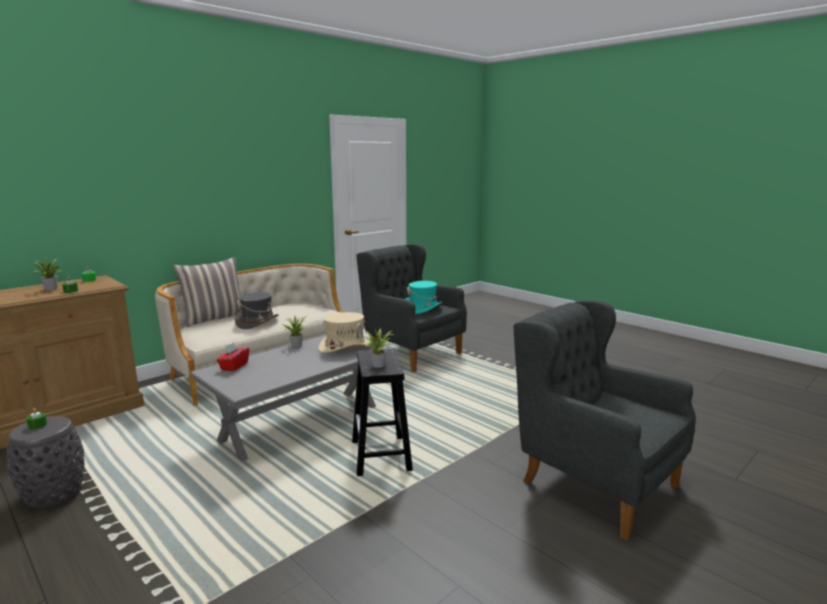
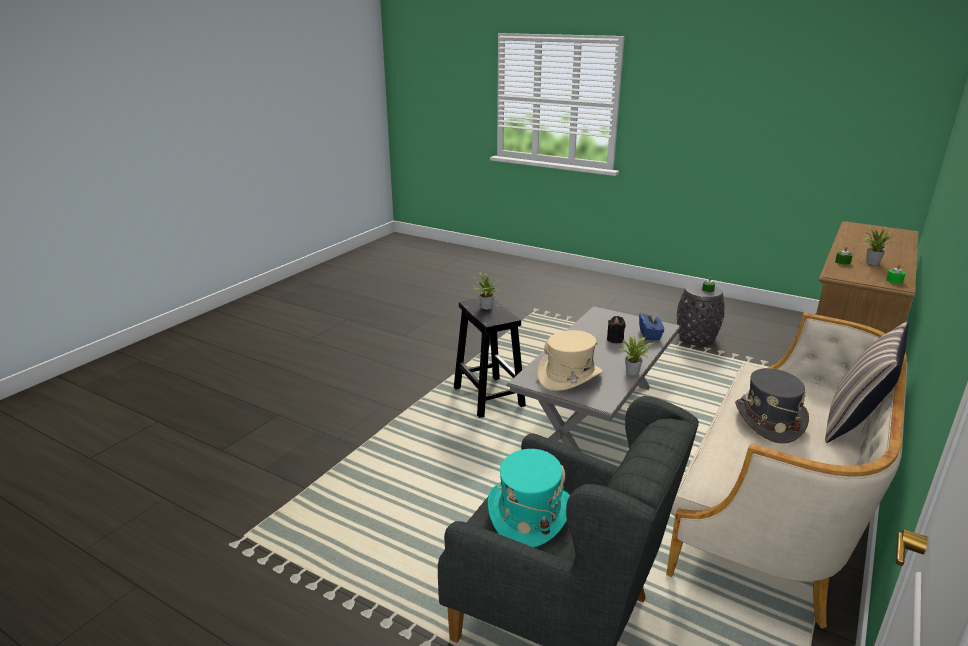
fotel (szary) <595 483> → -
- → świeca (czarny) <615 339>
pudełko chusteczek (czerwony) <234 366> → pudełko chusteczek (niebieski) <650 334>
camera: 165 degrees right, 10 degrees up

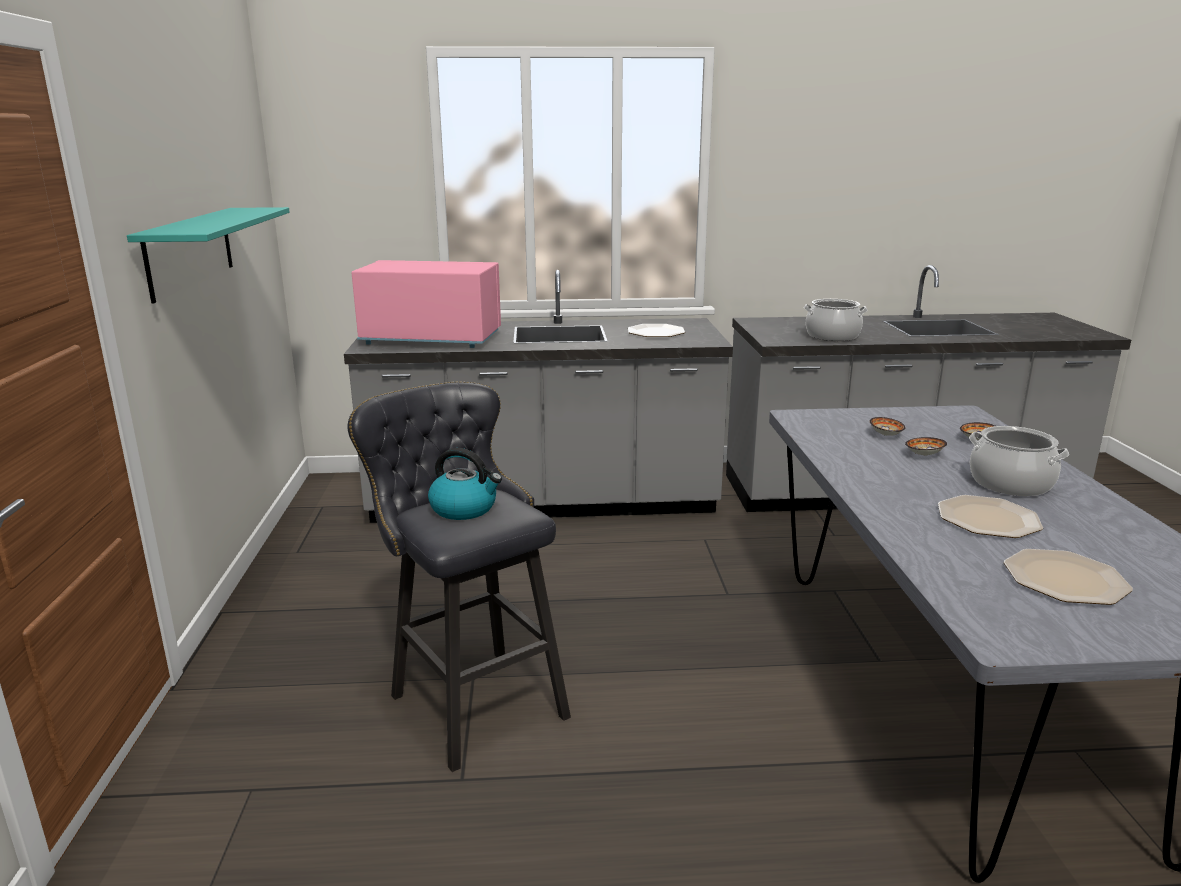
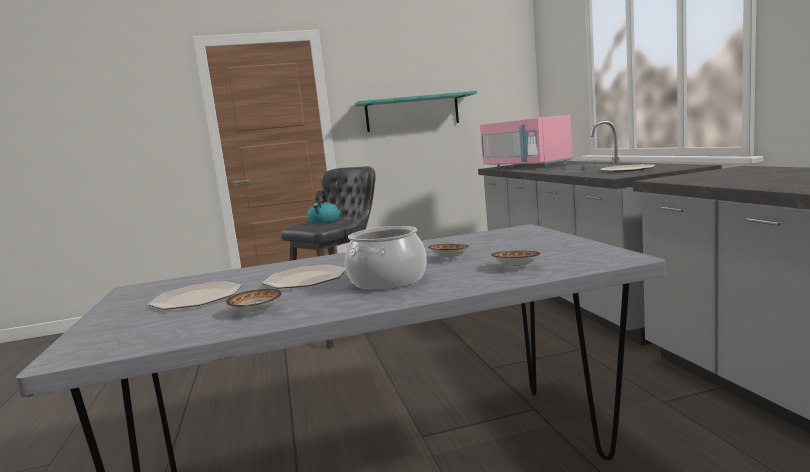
garnek <832 336> → -
miska <886 435> → miska <256 311>, moved
mikrofalówka (różowy) <431 339> → mikrofalówka (różowy) <526 166>, 150 degrees clockwise
camera: 80 degrees right, 10 degrees down

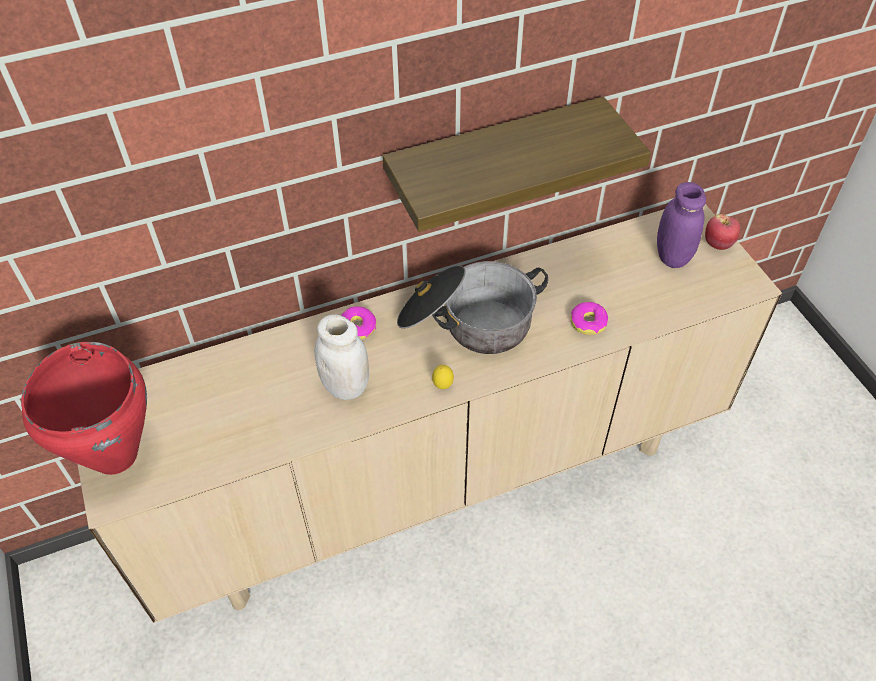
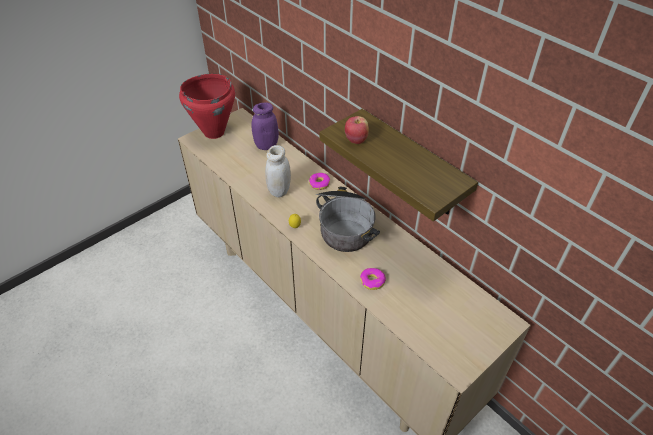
słoik (fioletowy) <672 256> → słoik (fioletowy) <266 145>, moved
jabłko <718 244> → jabłko <356 140>, moved
camera: 70 degrees right, 5 degrees down

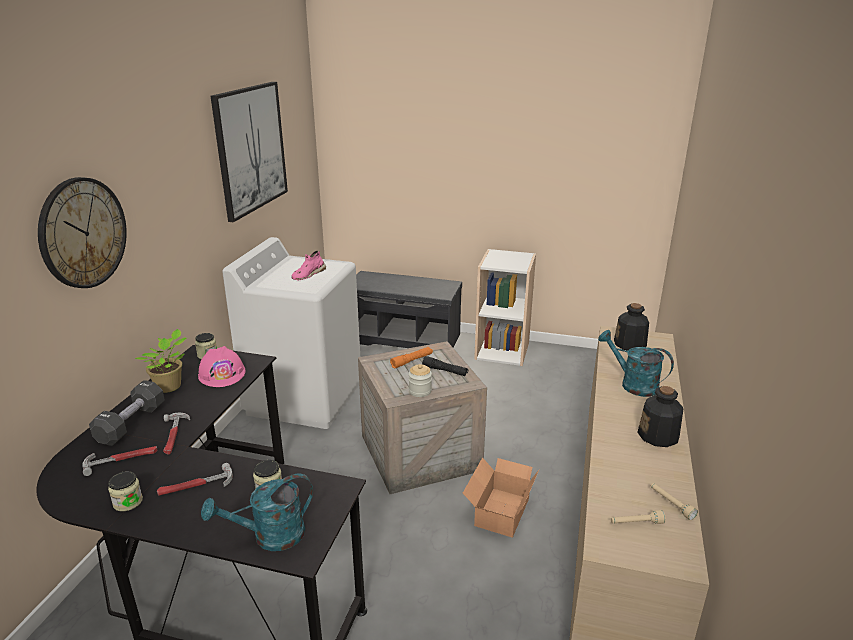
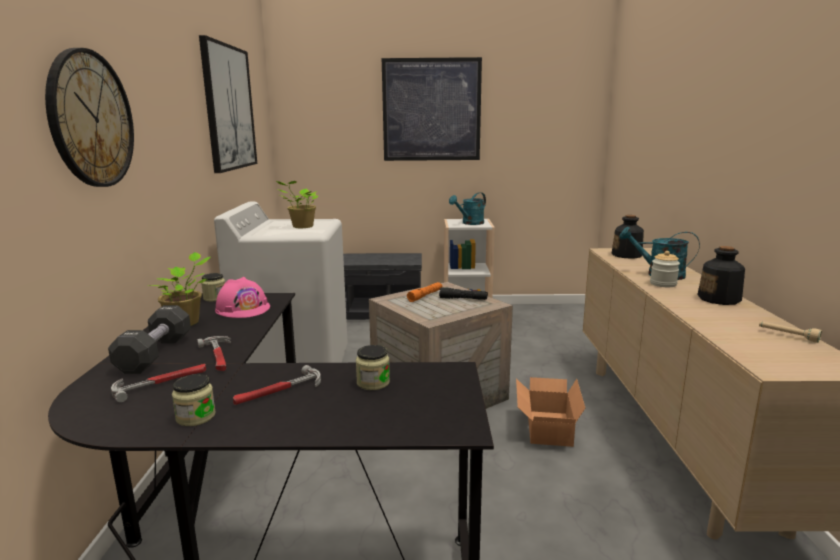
latarka (beżowy) <636 523> → -
- → obraz <431 110>
konewka (turkusowy) <270 537> → konewka (turkusowy) <470 223>, moved
słoik <420 391> → słoik <663 284>, moved
but (różowy) <308 275> → roślina doniczkowa <301 227>
camera: 15 degrees left, 10 degrees down

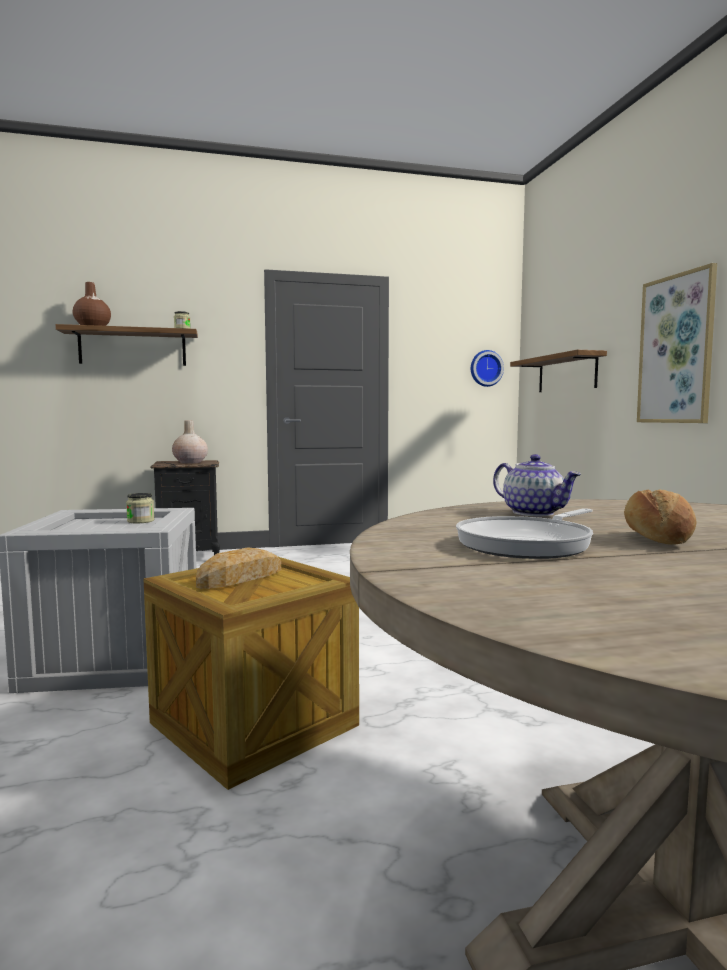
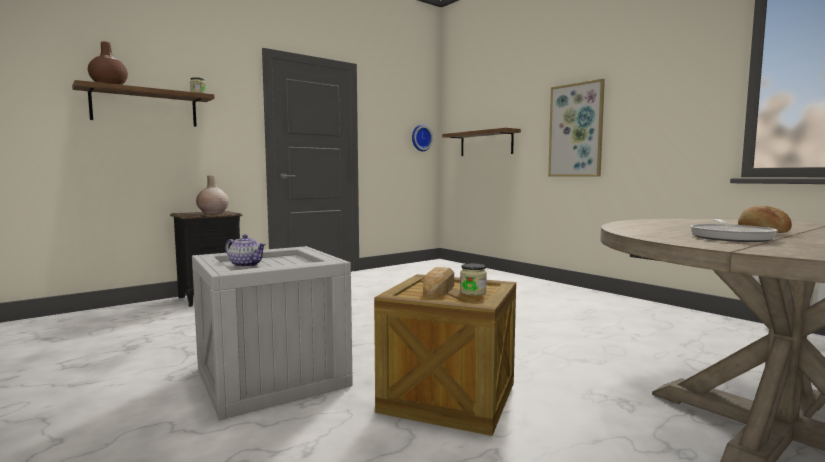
słoik <140 521> → słoik <473 292>, moved
imbryk <534 513> → imbryk <246 265>, moved
camera: 25 degrees left, 0 degrees up

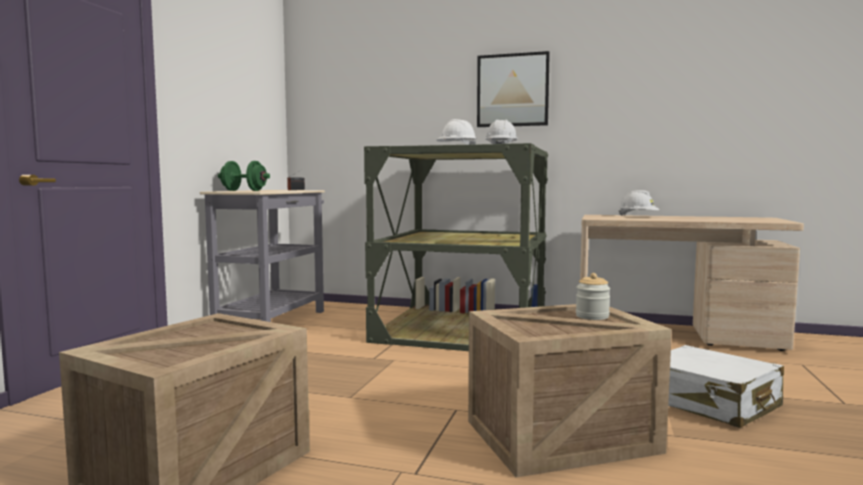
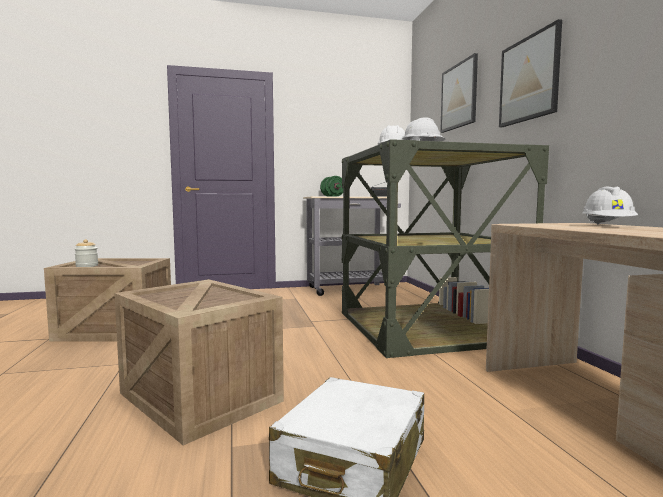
- → obraz <459 96>
słoik <592 316> → słoik <87 266>, moved
camera: 60 degrees right, 0 degrees up

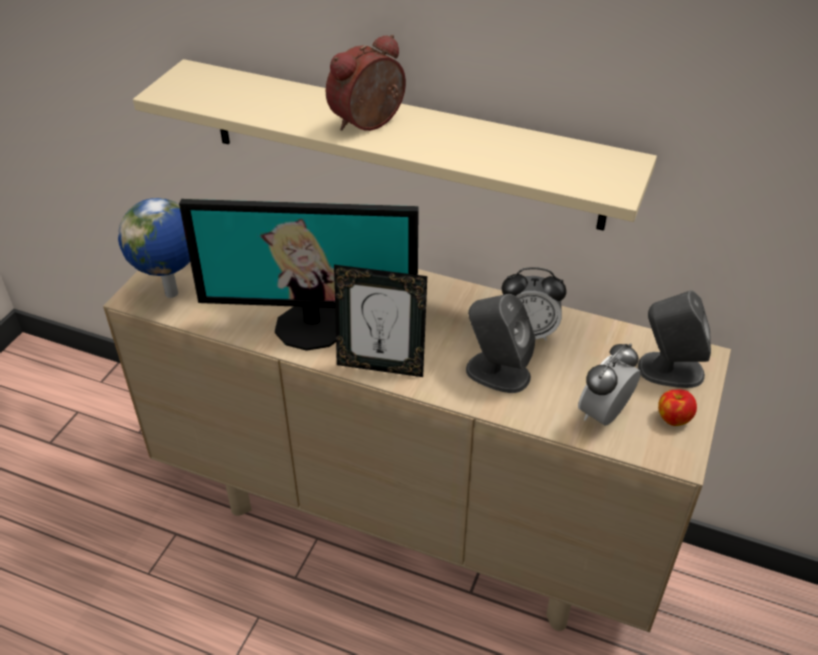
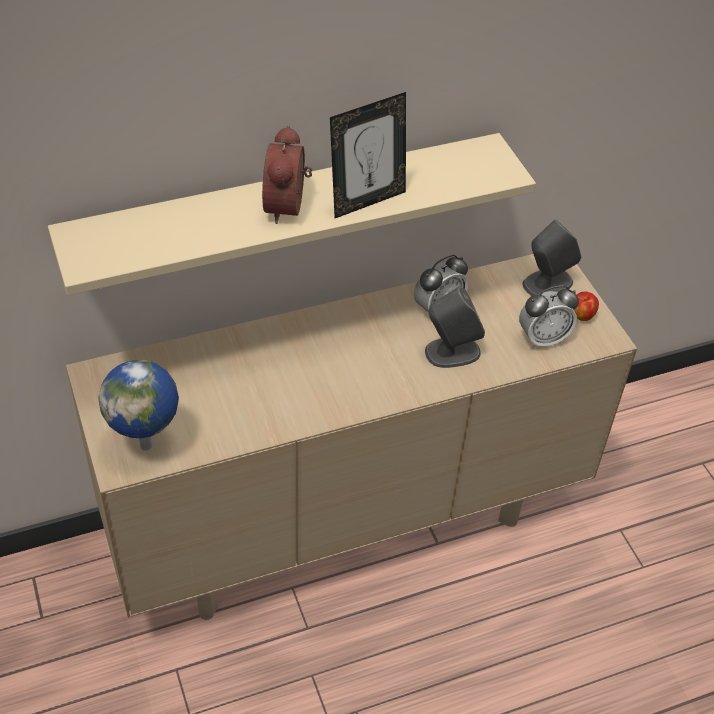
monitor <311 326> → -
ramka na zdjęcie <381 365> → ramka na zdjęcie <367 201>, moved
budzik <604 414> → budzik <543 339>, 105 degrees counterclockwise
camera: 45 degrees left, 5 degrees up

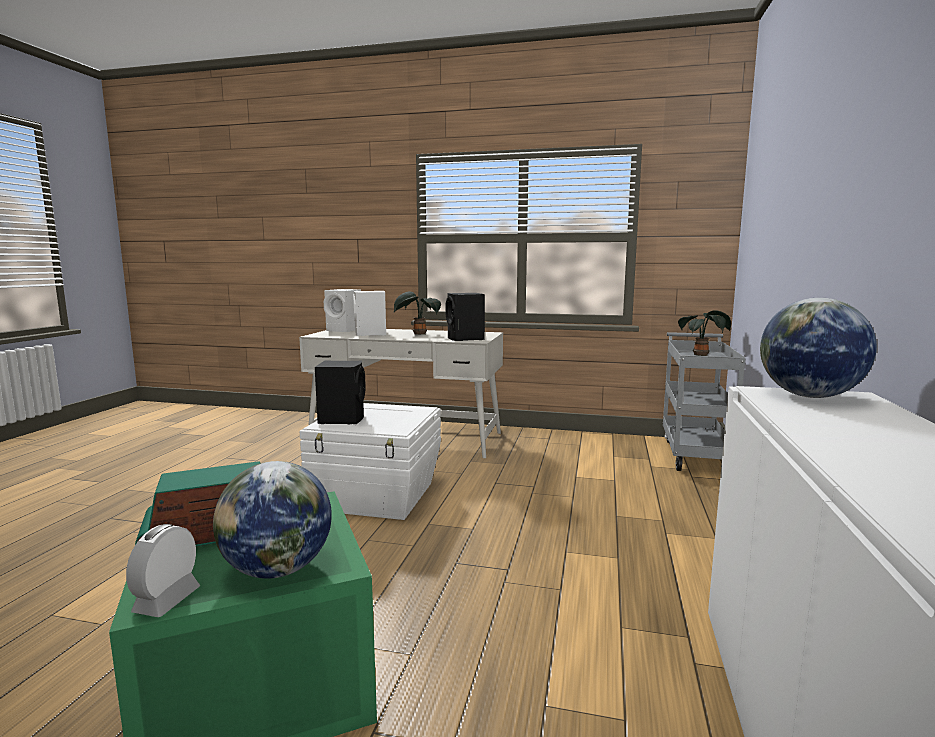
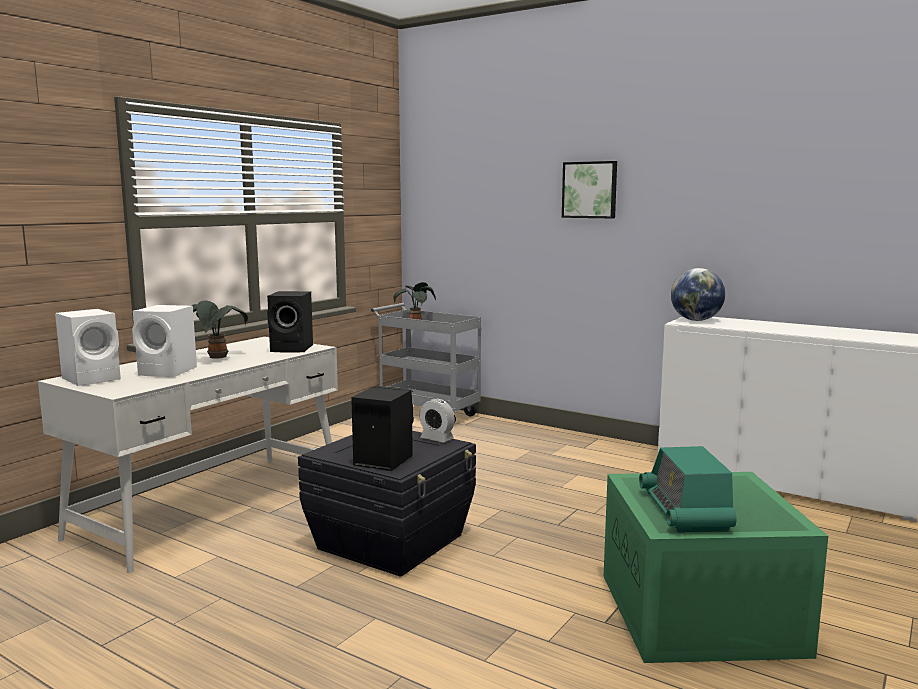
globus <277 570> → -
- → obraz <590 190>
budzik <167 600> → budzik <437 439>, moved
pojemnik do przechowywania (biały) <378 497> → pojemnik do przechowywania (czarny) <392 541>
camera: 70 degrees left, 0 degrees up

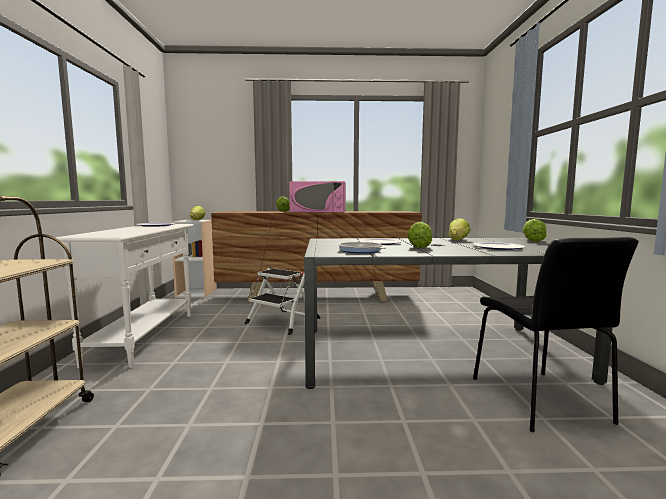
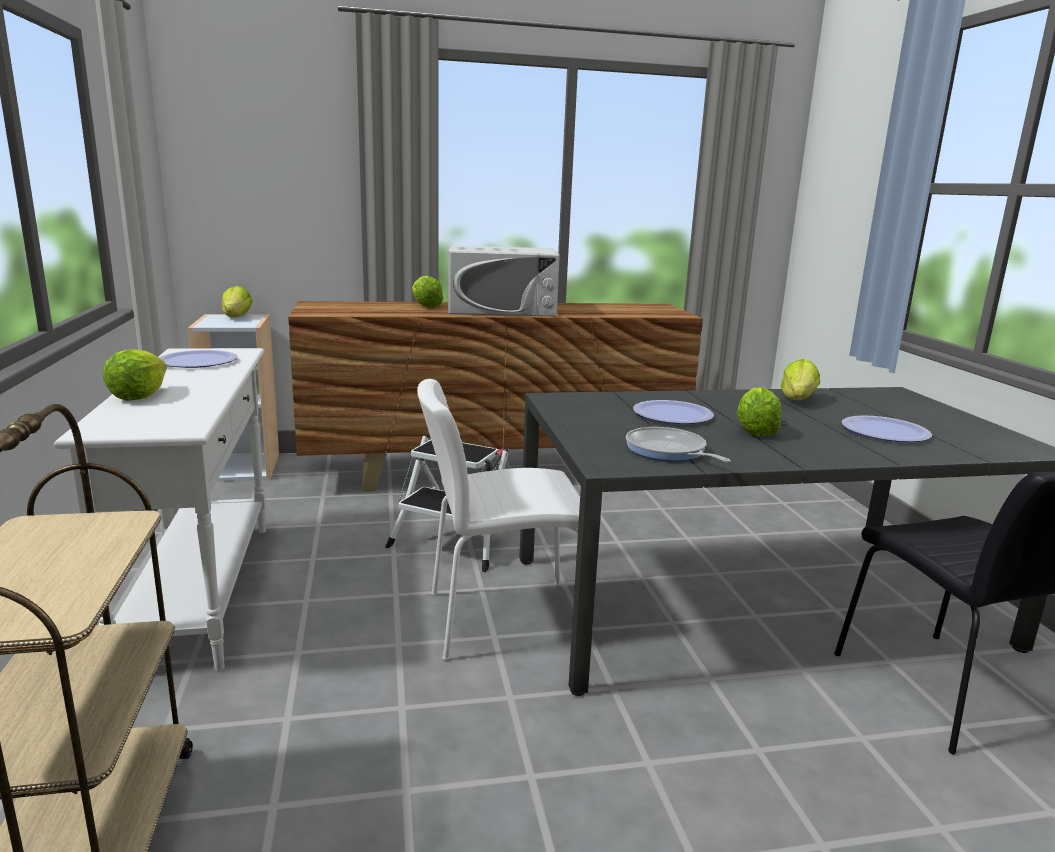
- → krzesło (biały) <499 620>
sałata <532 240> → sałata <139 396>, moved
mikrofalówka (różowy) <319 211> → mikrofalówka (biały) <501 309>
camera: 10 degrees left, 10 degrees up

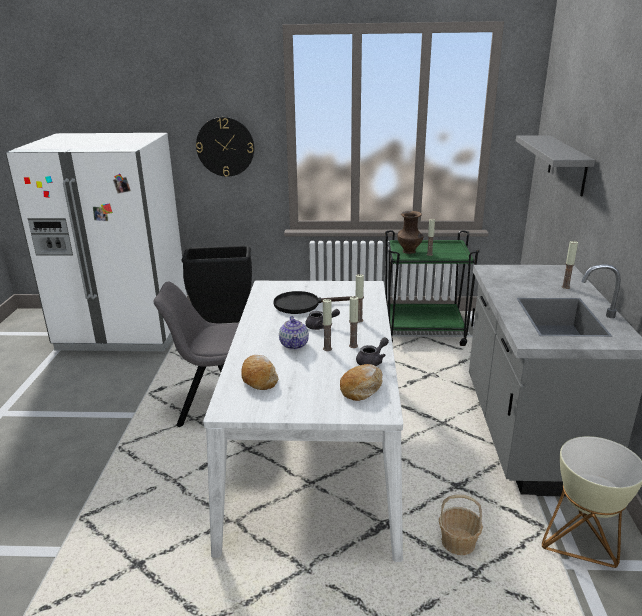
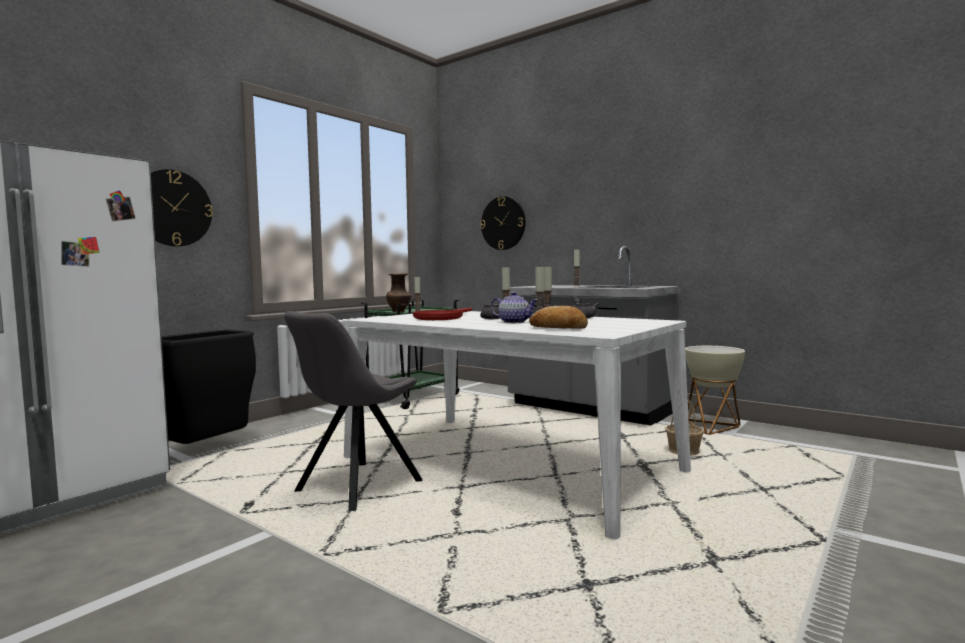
chleb <362 388> → -
półka (szary) <567 165> → zegar ścienny <503 223>
patelnia (czarny) <303 305> → patelnia (czerwony) <442 317>
camera: 55 degrees left, 20 degrees down

